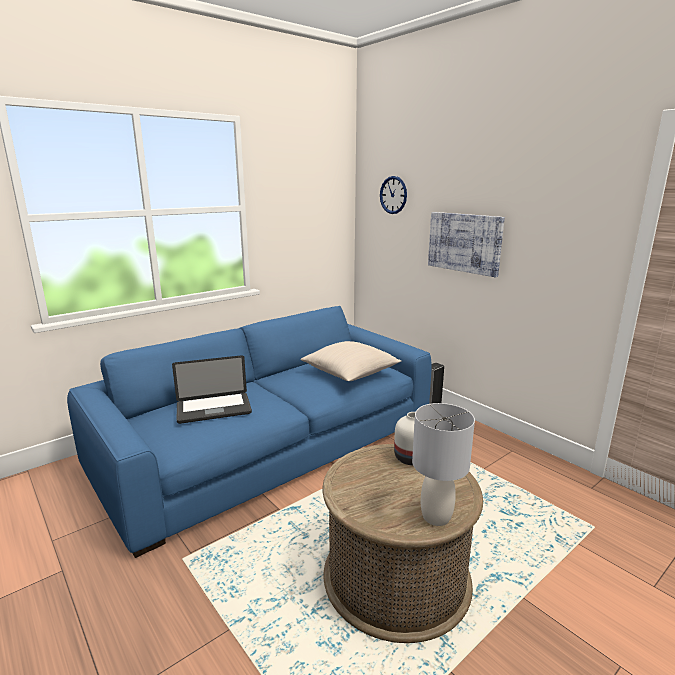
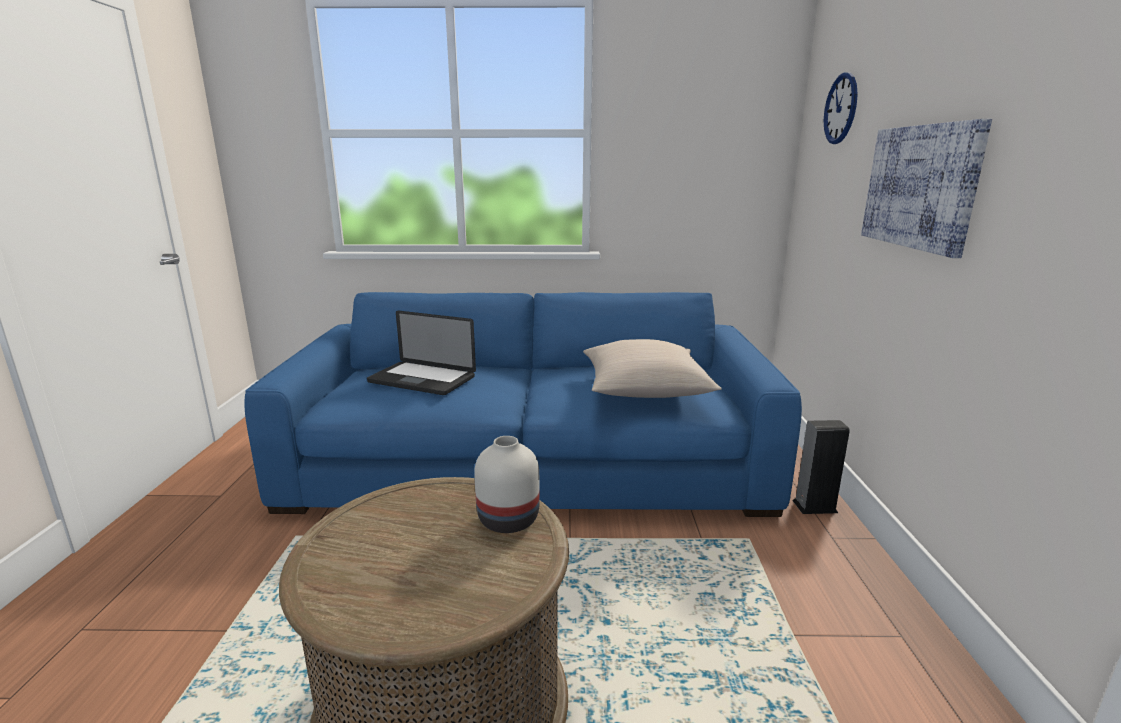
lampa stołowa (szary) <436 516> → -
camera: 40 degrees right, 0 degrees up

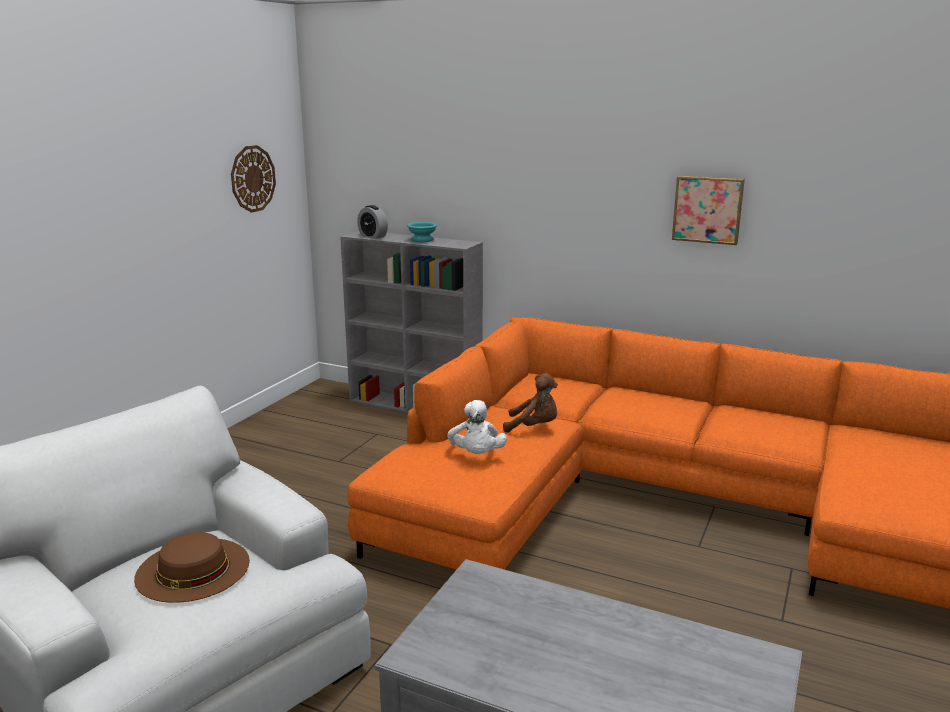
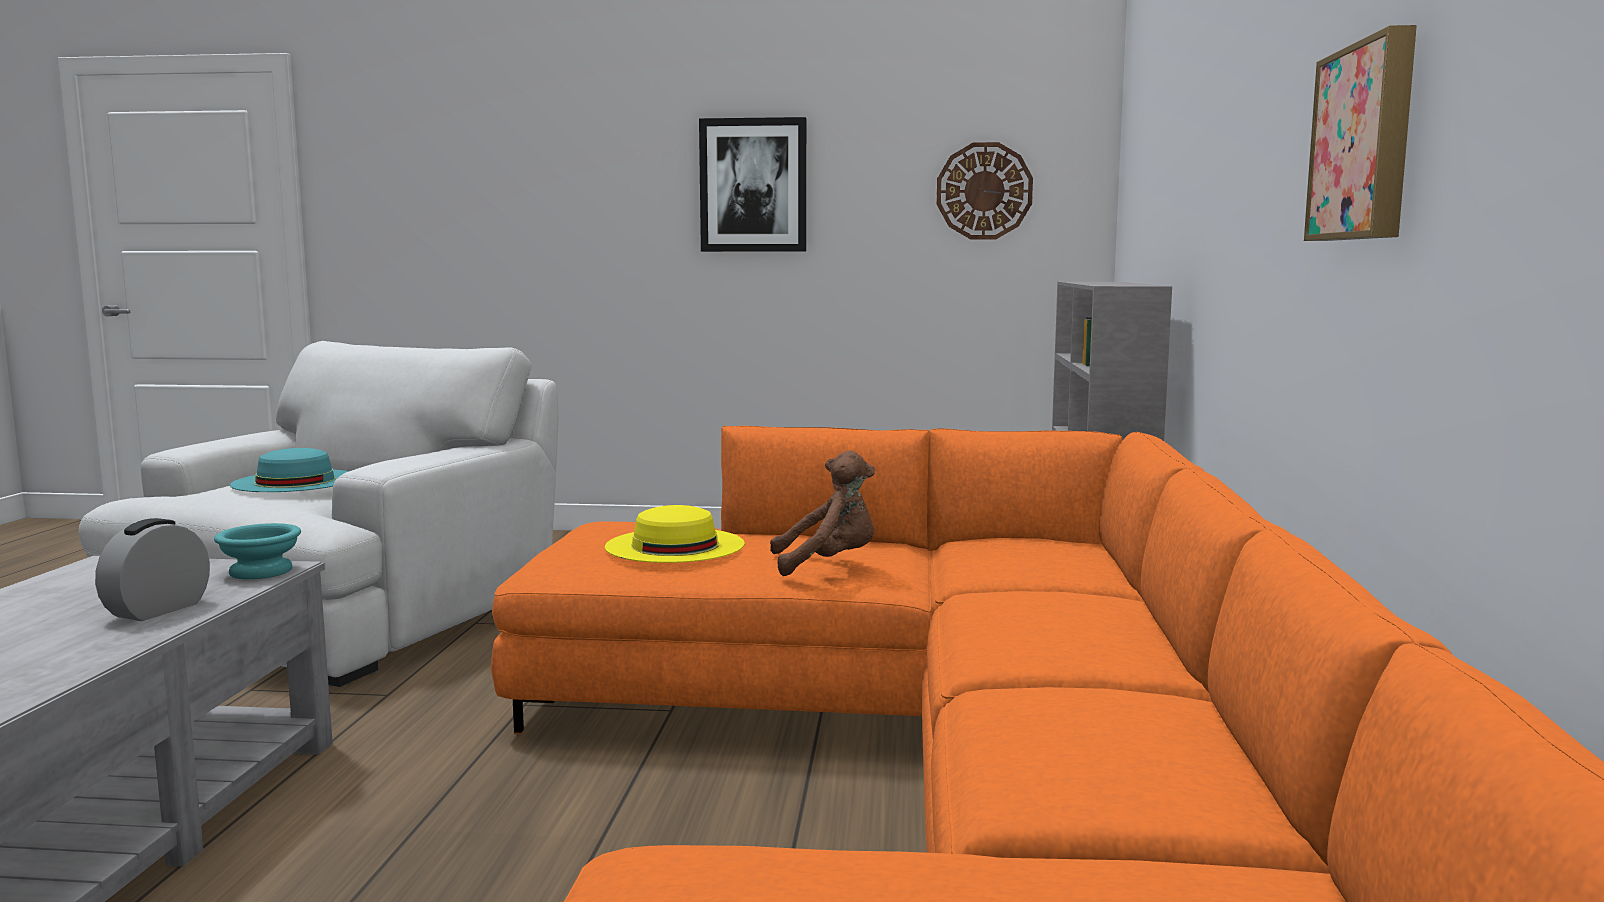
- → obraz <753 185>
budzik <373 236> → budzik <158 610>, moved
miska (turkusowy) <421 240> → miska (turkusowy) <263 571>, moved
pluszak (biały) <476 455> → kapelusz (żółty) <675 545>
kapelusz (brązowy) <193 569> → kapelusz (turkusowy) <295 481>
pluszak (brązowy) <534 427> → pluszak (brązowy) <828 564>, 90 degrees counterclockwise
camera: 70 degrees right, 10 degrees down

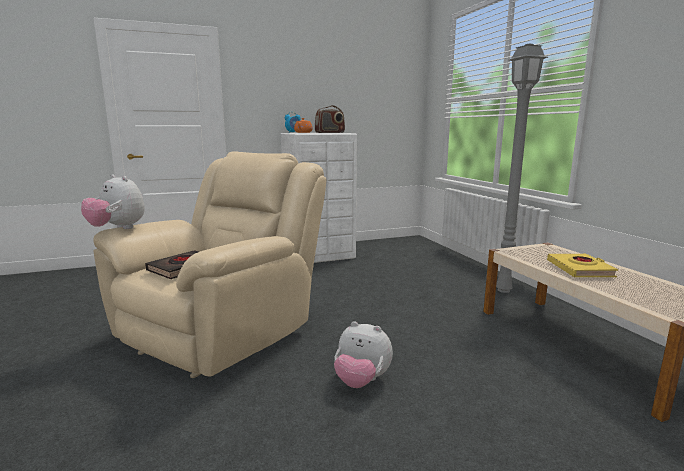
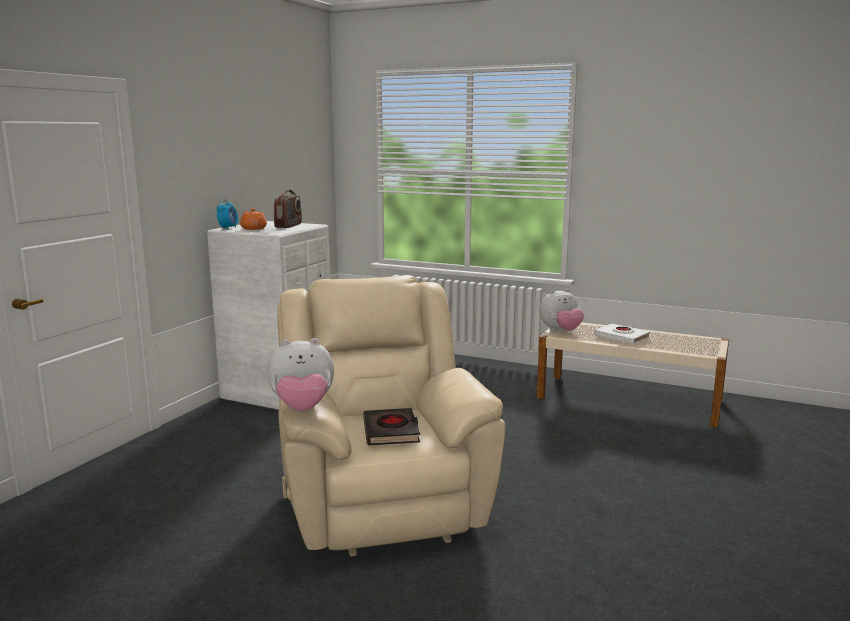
lampa stojąca (szary) <503 290> → -
pluszak <361 381> → pluszak <560 331>, moved
książka (żółty) <580 269> → książka (biały) <622 337>
camera: 45 degrees left, 0 degrees up

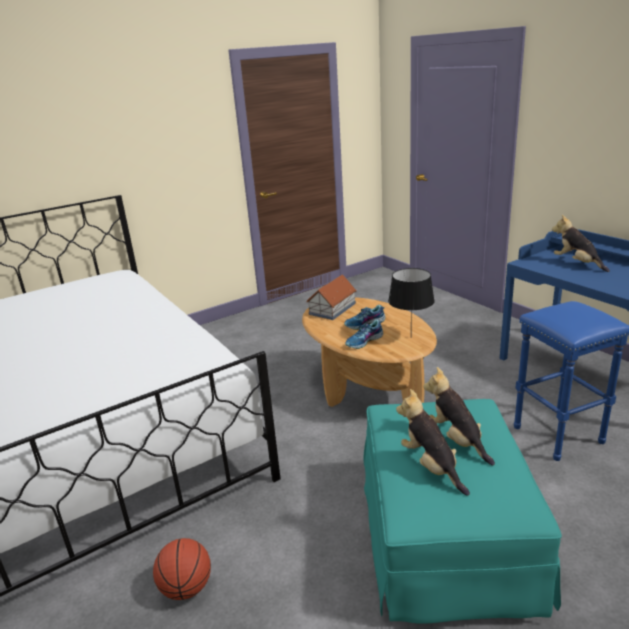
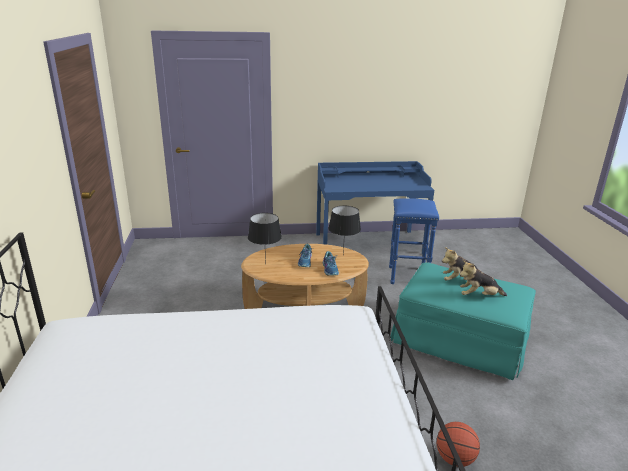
pluszak <577 263> → -
domek <332 309> → lampa stołowa (czarny) <265 264>
camera: 65 degrees left, 0 degrees up

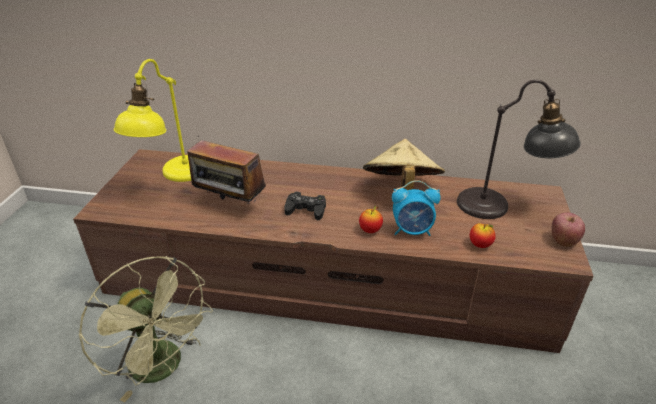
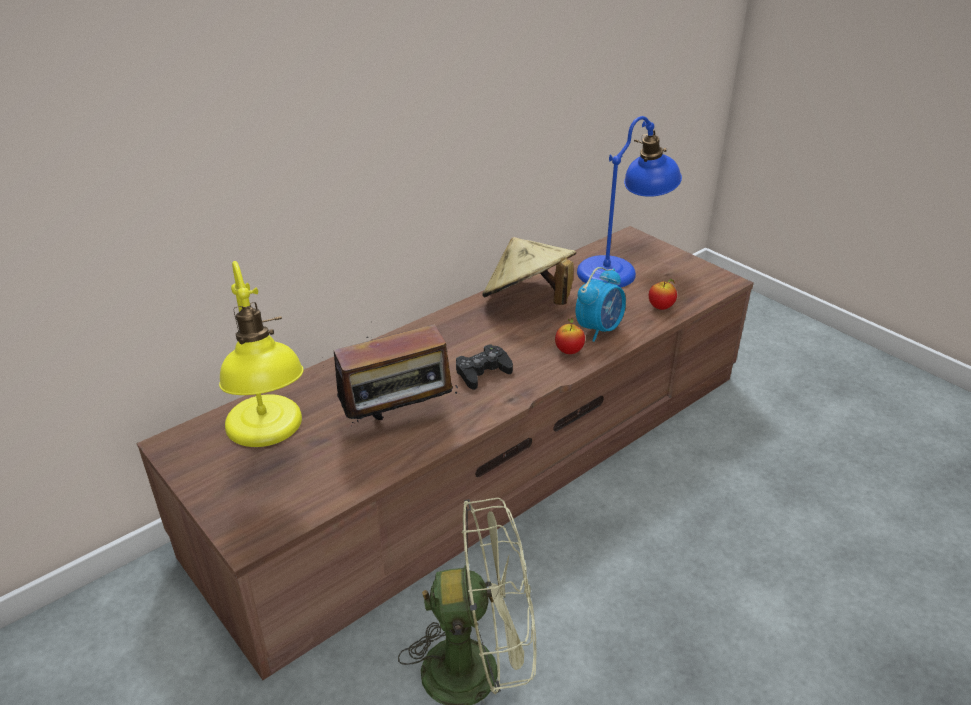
jabłko <563 241> → -
lampa stołowa (szary) <505 205> → lampa stołowa (niebieski) <622 264>
camera: 50 degrees left, 0 degrees up

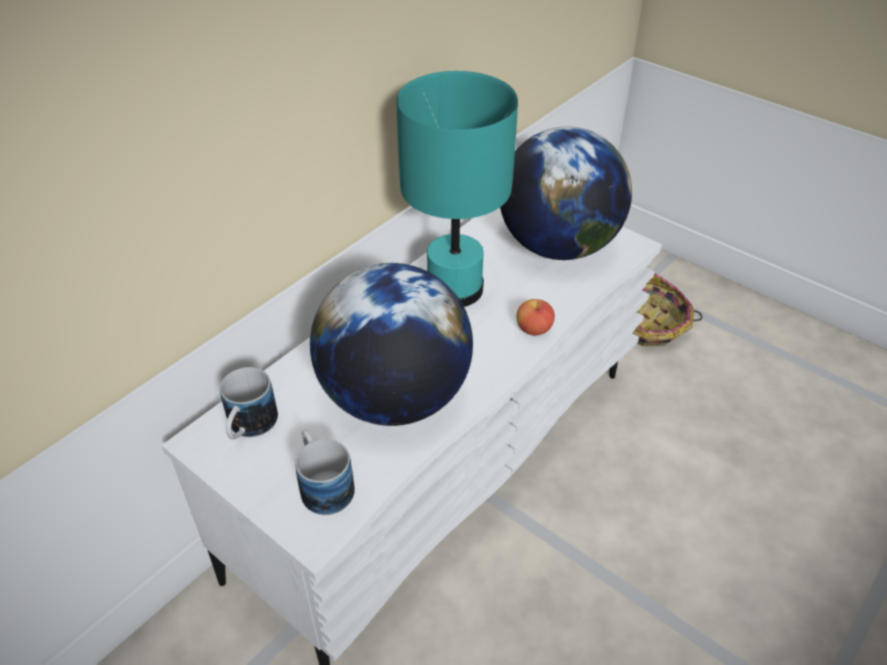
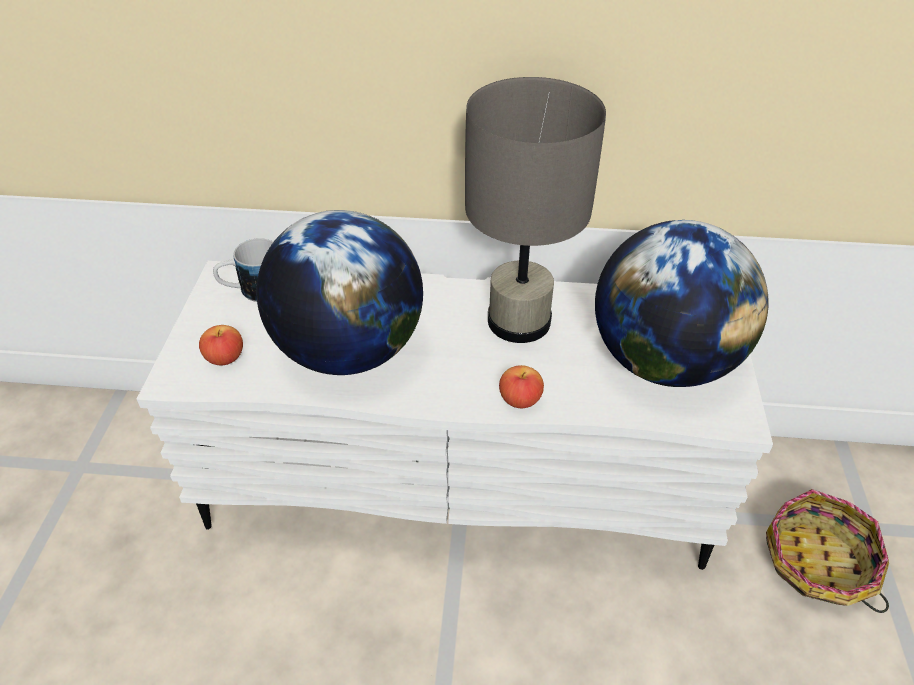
kubek <323 484> → jabłko <225 358>
lampa stołowa (turkusowy) <455 288> → lampa stołowa (szary) <520 322>
camera: 55 degrees right, 0 degrees up

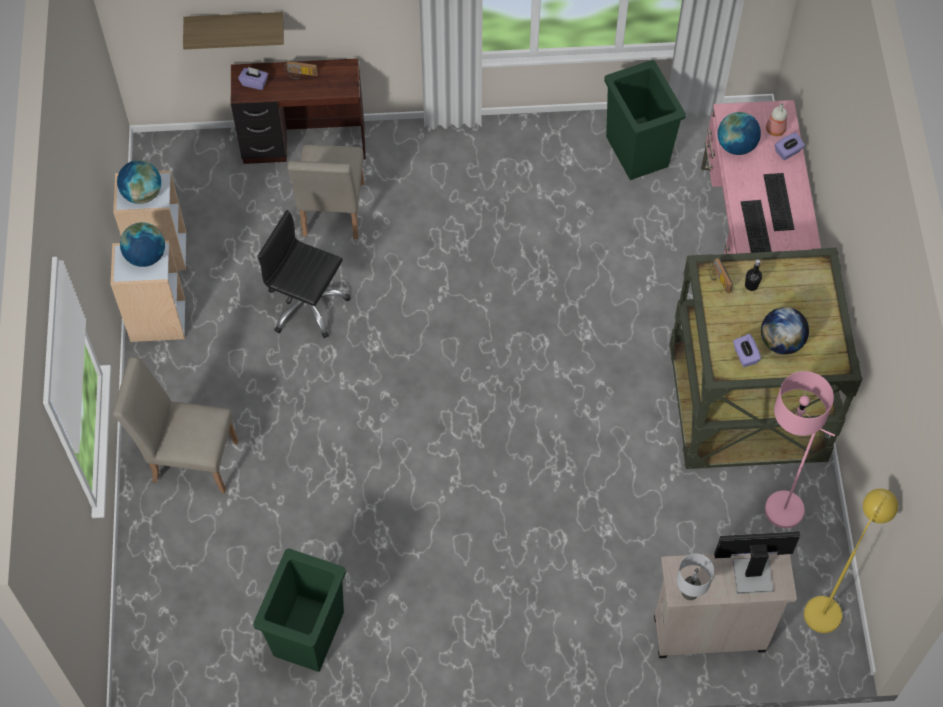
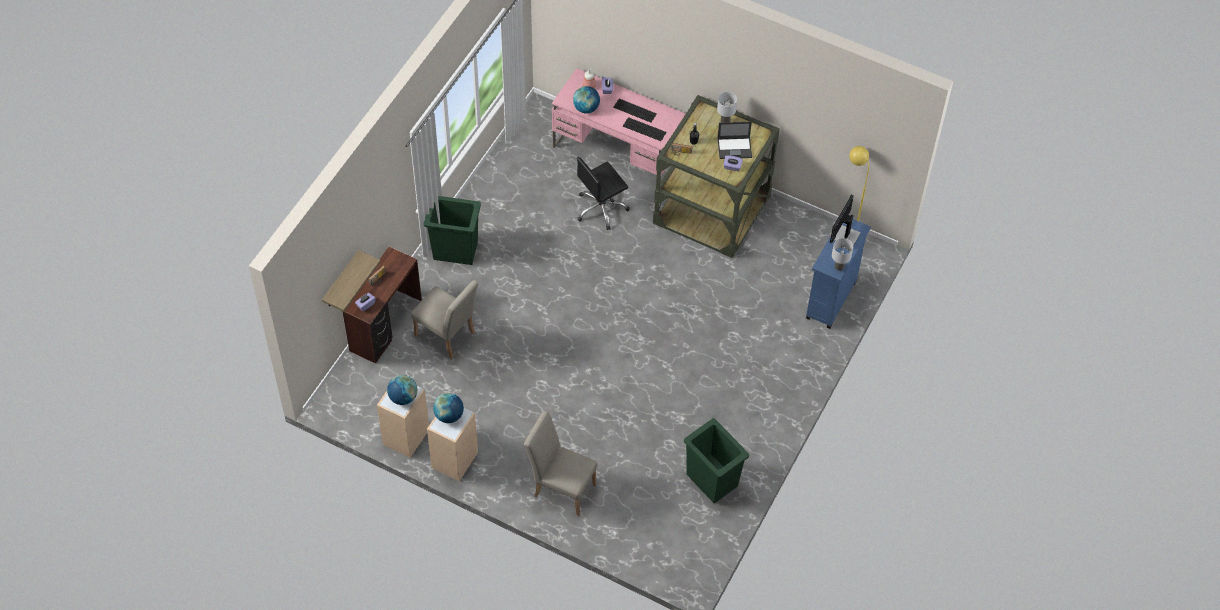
lampa stojąca (różowy) <773 505> → -
- → lampa stołowa (biały) <725 121>
krzesło biurowe (czarny) <306 305> → krzesło biurowe (czarny) <601 208>, moved
kosz na śmieci (zielony) <637 151> → kosz na śmieci (zielony) <455 250>, moved
globus <781 342> → laptop <735 148>
szafka (beżowy) <708 635> → szafka (niebieski) <831 301>
krzesło (beżowy) <188 459> → krzesło (beżowy) <561 487>, 75 degrees clockwise
camera: 60 degrees left, 5 degrees down

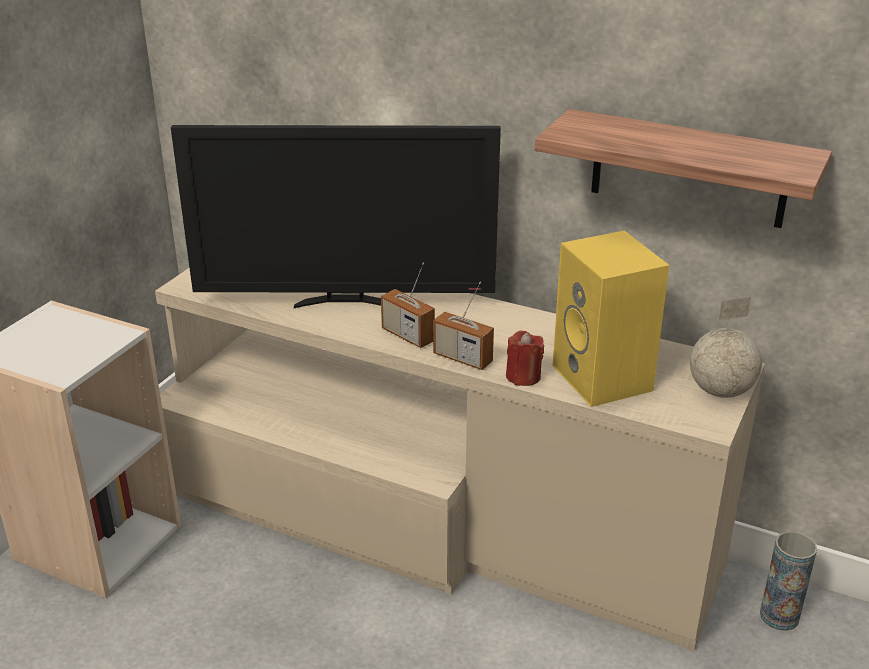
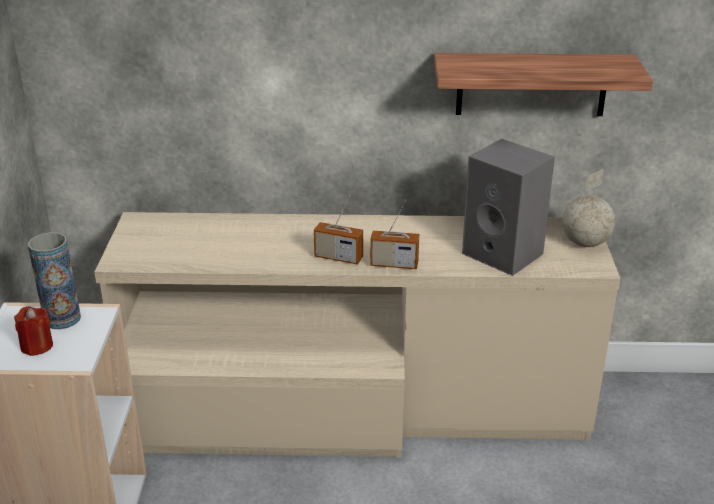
telewizor <345 302> → -
świeca (czerwony) <523 376> → świeca (czerwony) <37 346>, moved
wazon <779 616> → wazon <62 318>, moved
głośnik (żółty) <605 379> → głośnik (szary) <505 254>
camera: 25 degrees left, 0 degrees up

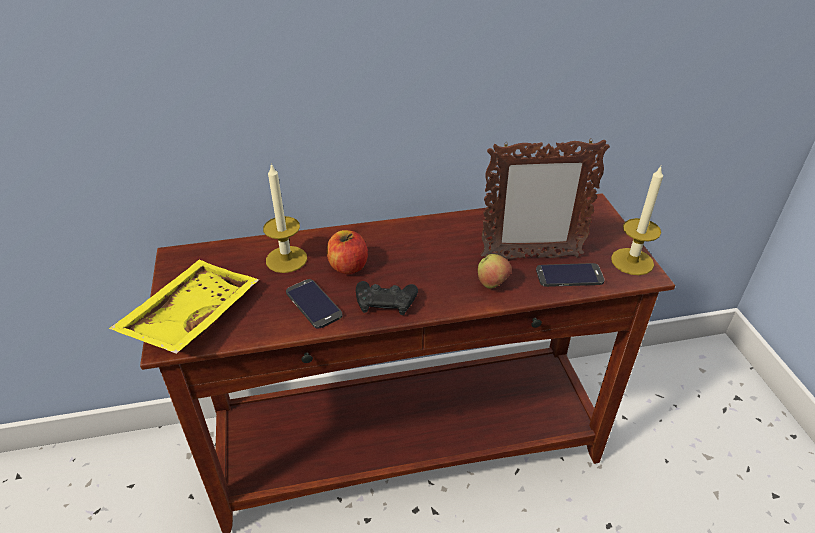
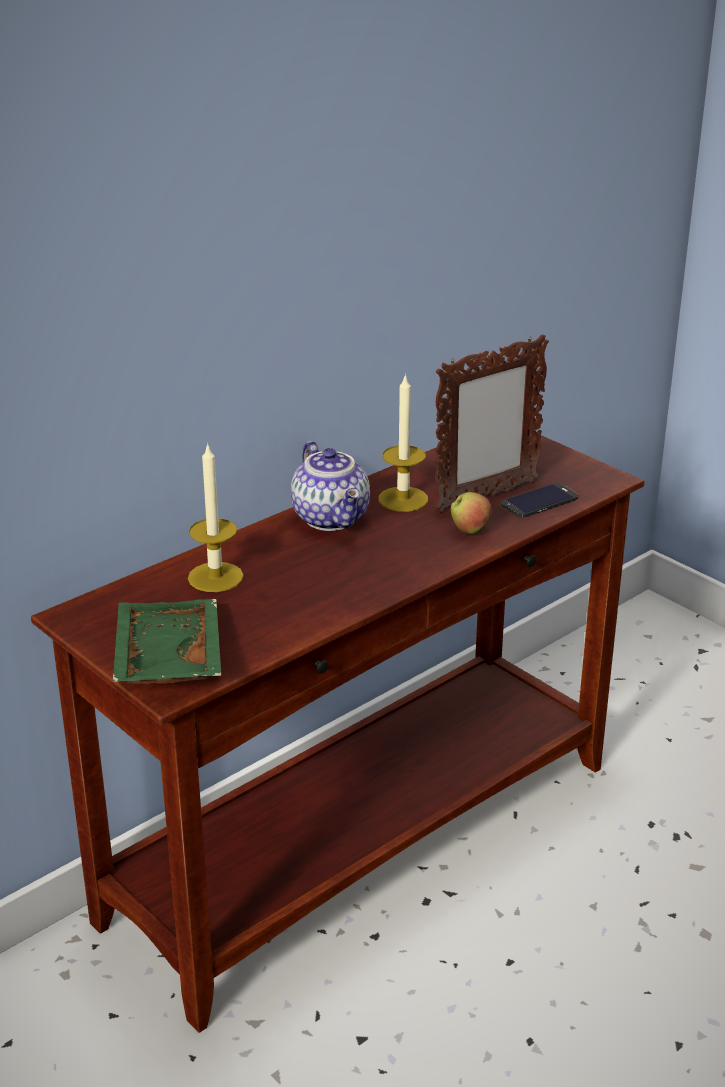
telefon <313 304> → -
jabłko <348 266> → -
pad do gier (czarny) <385 302> → -
- → imbryk <333 518>
świeca <632 261> → świeca <403 499>, moved
taca (żółty) <190 316> → taca (zielony) <165 660>
camera: 30 degrees left, 10 degrees down

